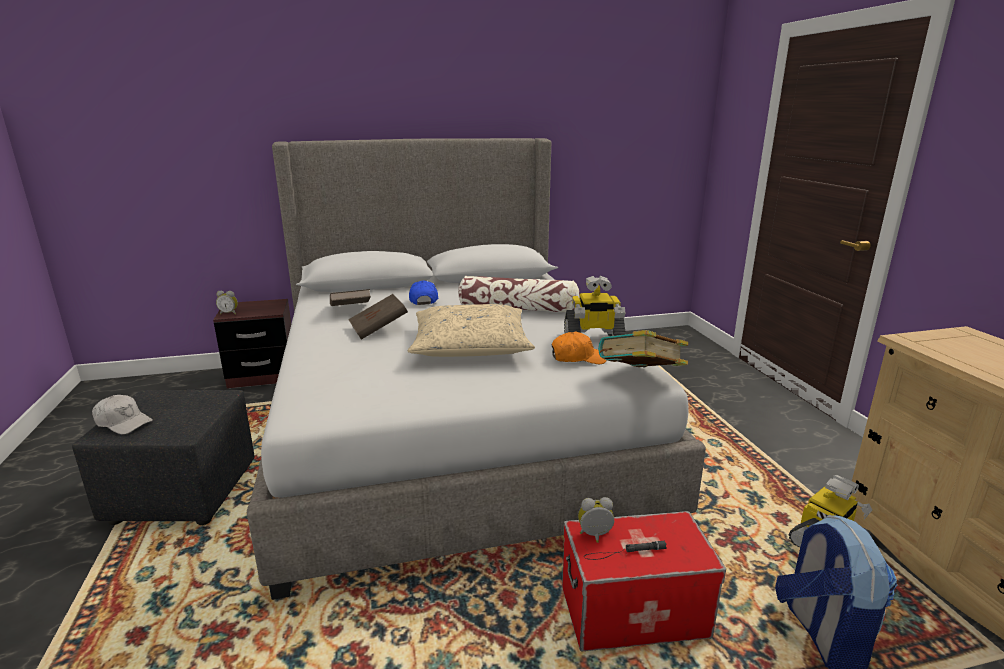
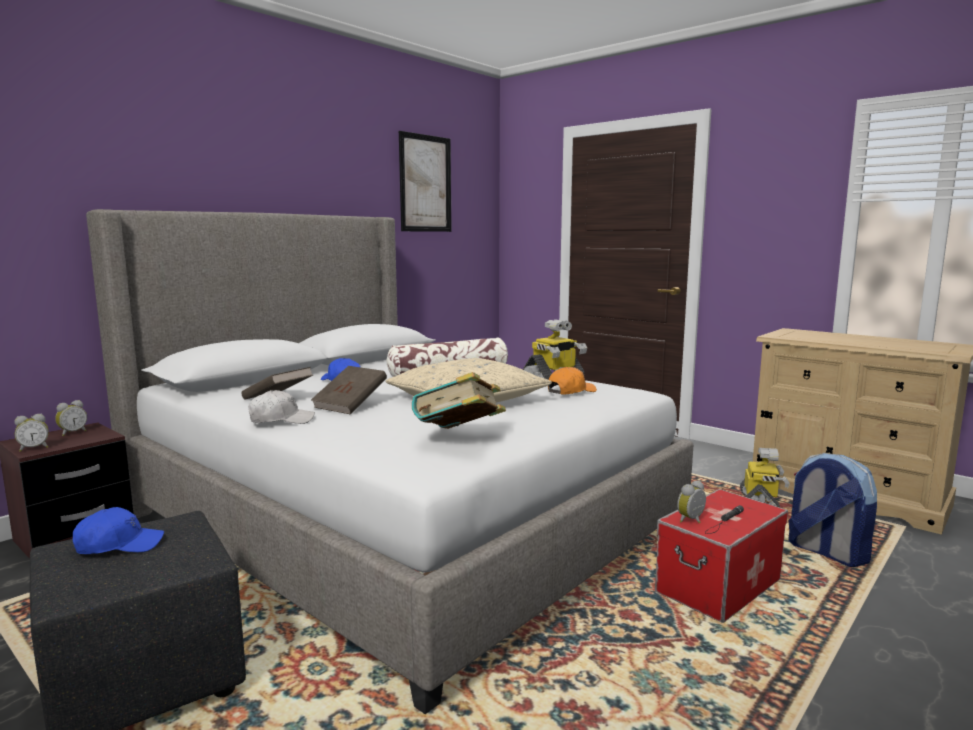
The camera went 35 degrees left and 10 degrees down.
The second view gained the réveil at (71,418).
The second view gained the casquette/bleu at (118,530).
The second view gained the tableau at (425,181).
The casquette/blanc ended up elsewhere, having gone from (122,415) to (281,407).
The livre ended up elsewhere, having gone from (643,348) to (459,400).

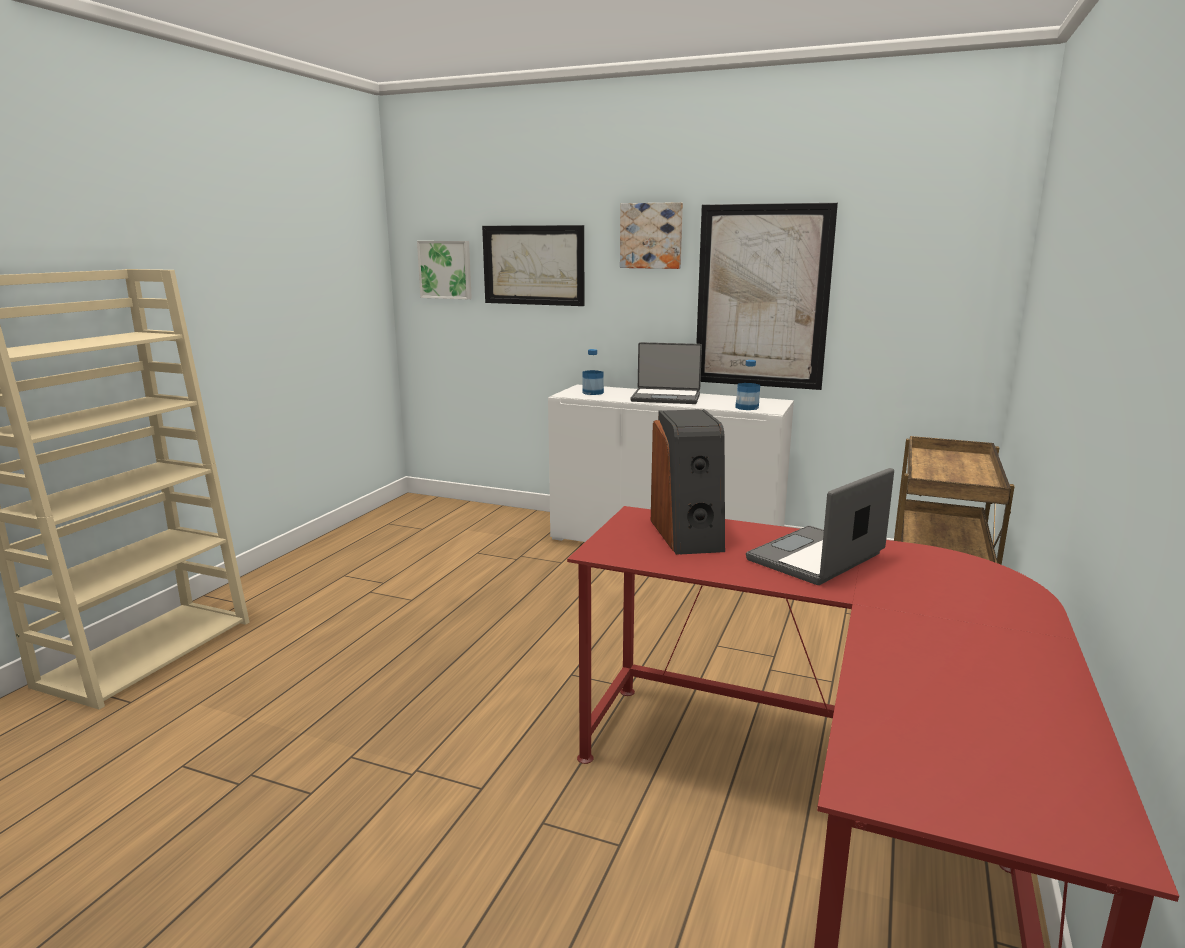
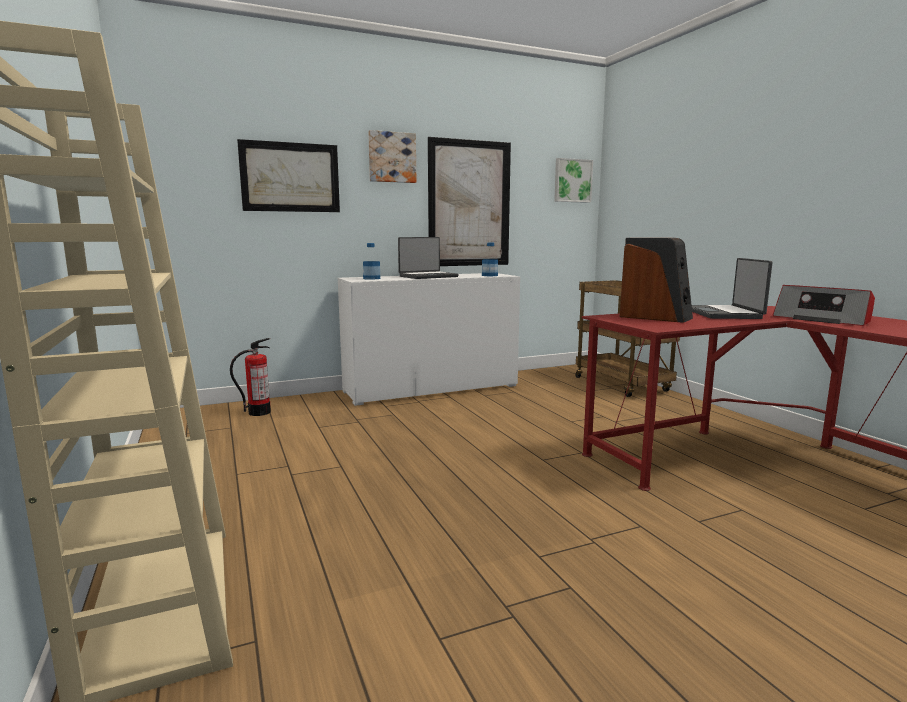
The camera went 45 degrees left and 5 degrees down.
The second view gained the extincteur at (250,377).
The second view gained the radio at (824,305).
The tableau ended up elsewhere, having gone from (444,270) to (573,180).

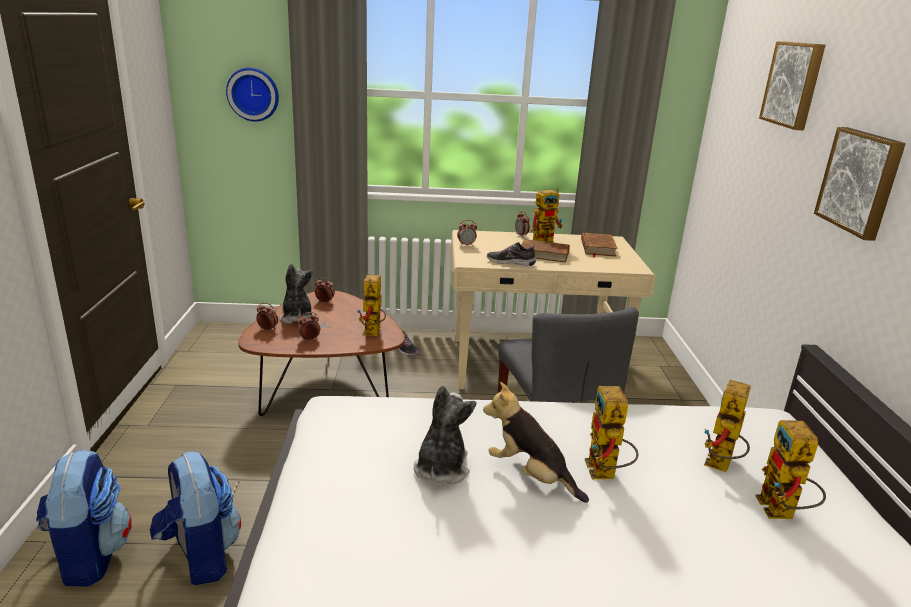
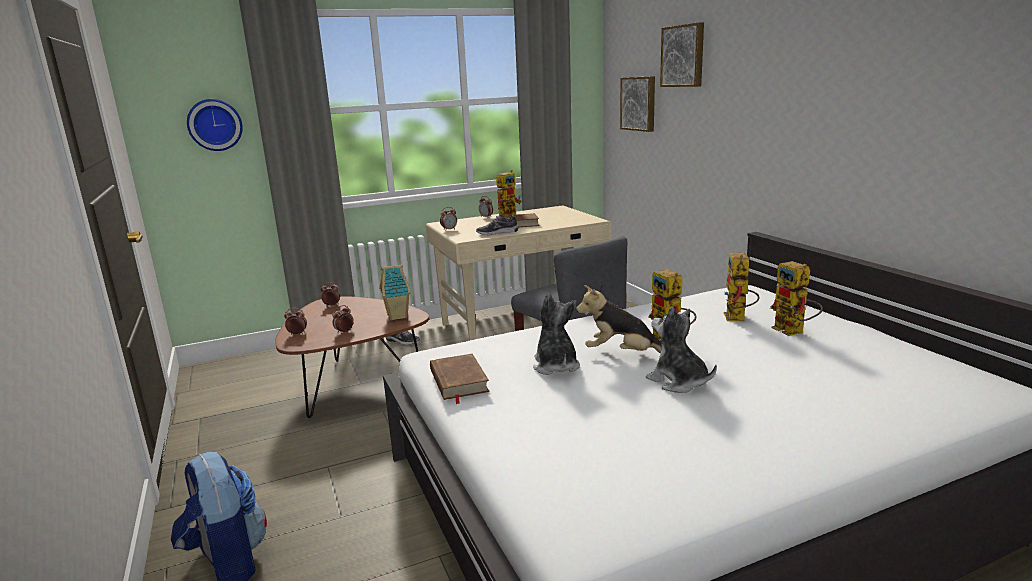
The camera went 20 degrees left and 5 degrees down.
The second view lost the sac à dos at (195,518).
The peluche ended up elsewhere, having gone from (297,294) to (681,349).
The livre/marron ended up elsewhere, having gone from (599,245) to (460,379).
The tableau ended up elsewhere, having gone from (860,184) to (637,104).
Where the robot jouet stood at (371,305), the maison miniature came to stand at (395,292).

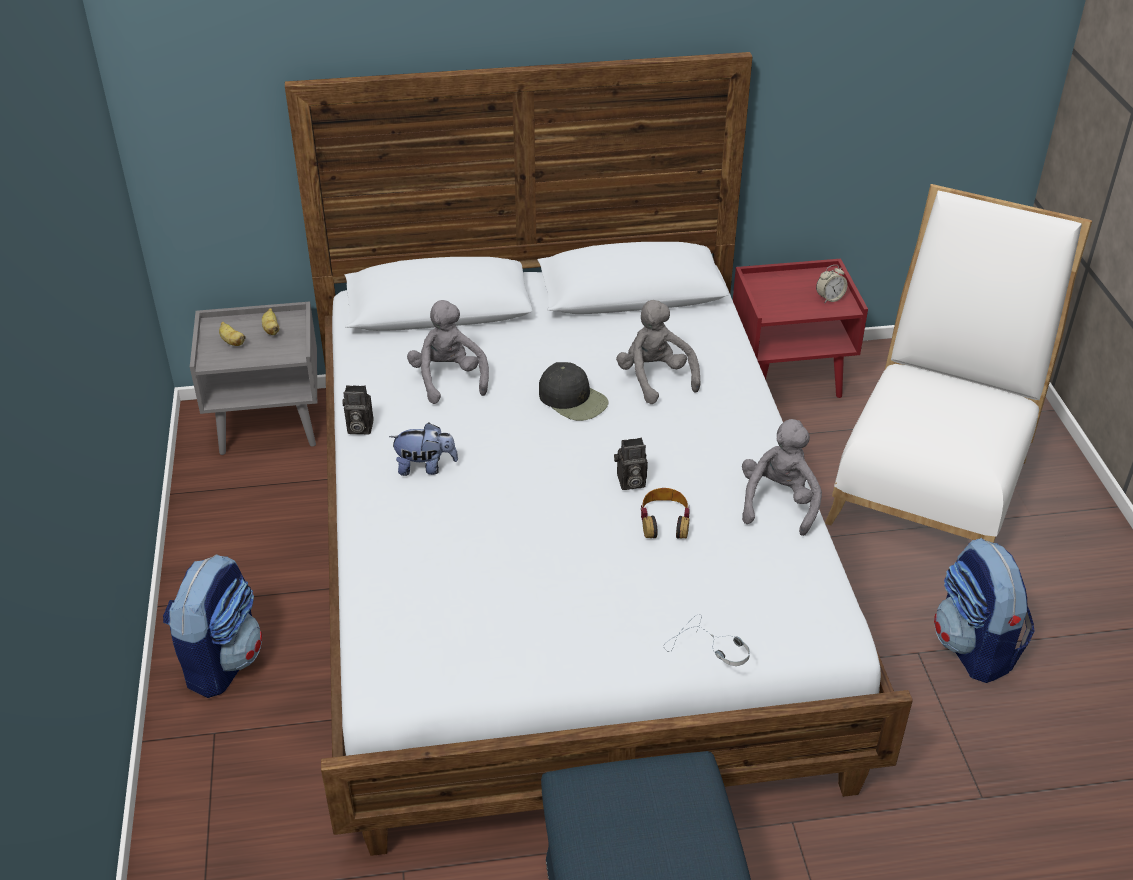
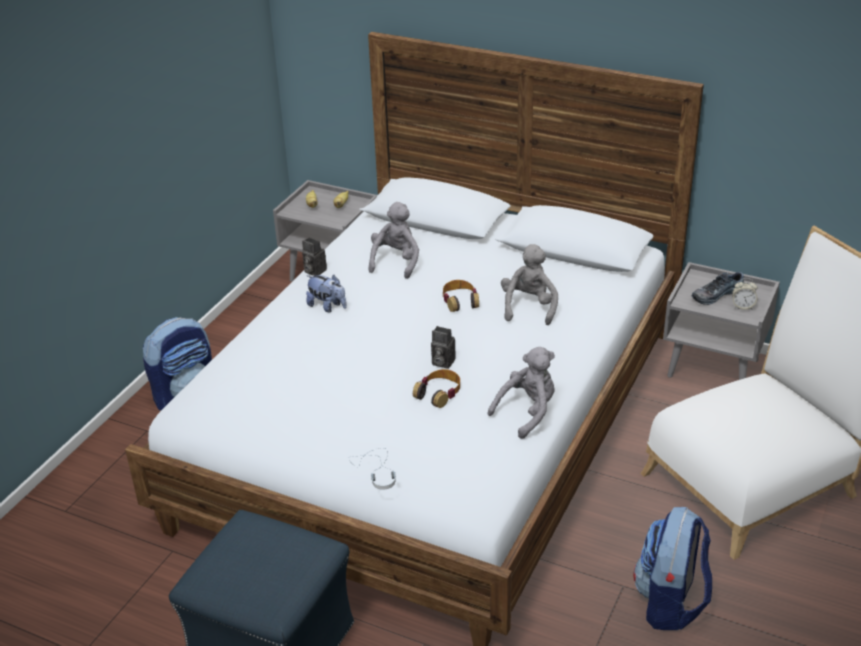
The camera went 35 degrees right and 5 degrees down.
The second view gained the chaussure at (718,288).
Where the casquette/noir stood at (574,391), the casque audio came to stand at (460,296).
What was the table de chevet/rouge at (800,328) turned into the table de chevet/gris at (721,321).

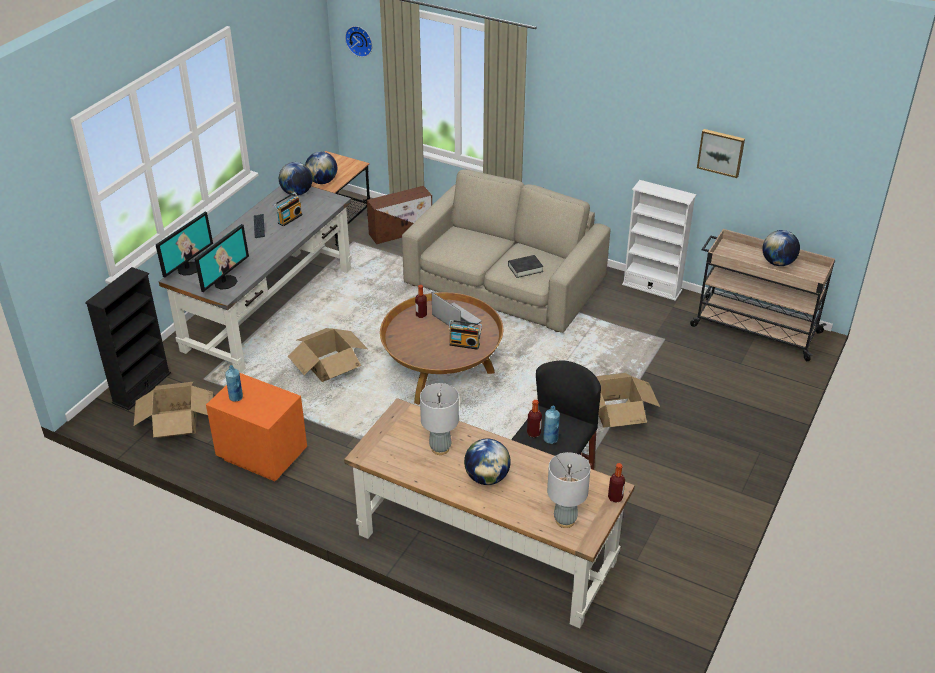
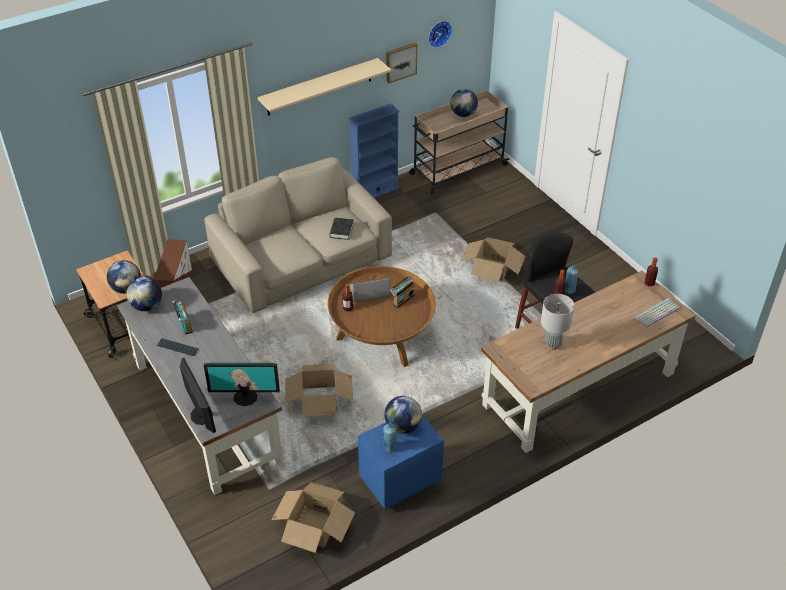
The camera went 60 degrees left and 5 degrees up.
The second view lost the bibliothèque/noir at (128,338).
The second view gained the étagère/beige at (324,87).
The horloge murale ended up elsewhere, having gone from (358,41) to (440,34).
The globe ended up elsewhere, having gone from (487,461) to (403,415).
Where the lampe de table/gris stood at (569,490), the clavier came to stand at (657,313).
What was the table de chevet/orange at (256,427) turned into the table de chevet/bleu at (401,462).
What was the bibliothèque/blanc at (659,240) turned into the bibliothèque/bleu at (373,150).
The écran d'ordinateur at (222,258) ended up facing another way, 120 degrees clockwise from before.

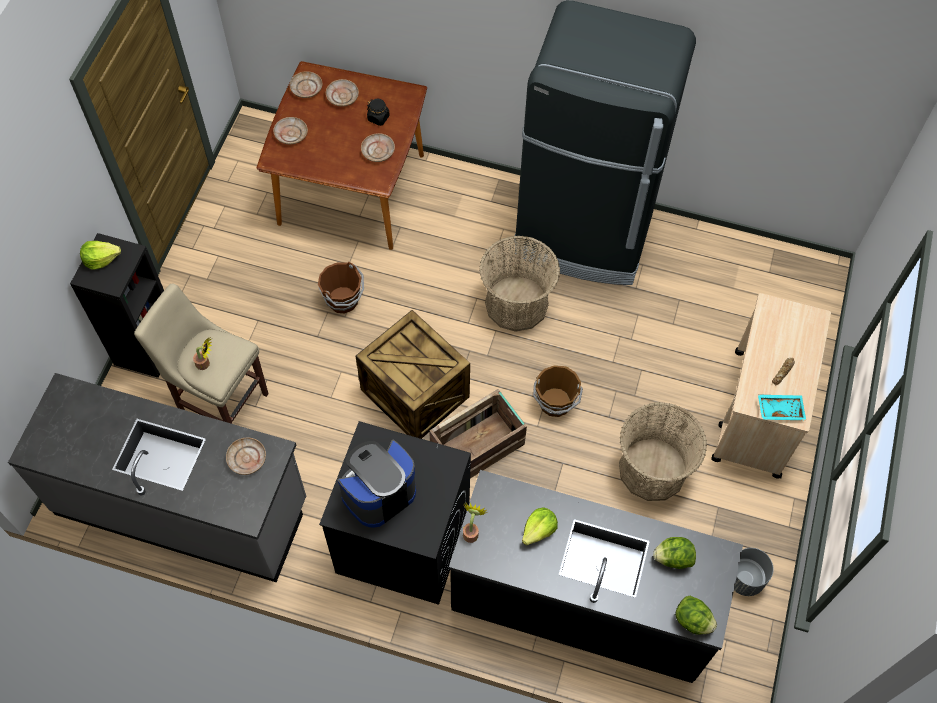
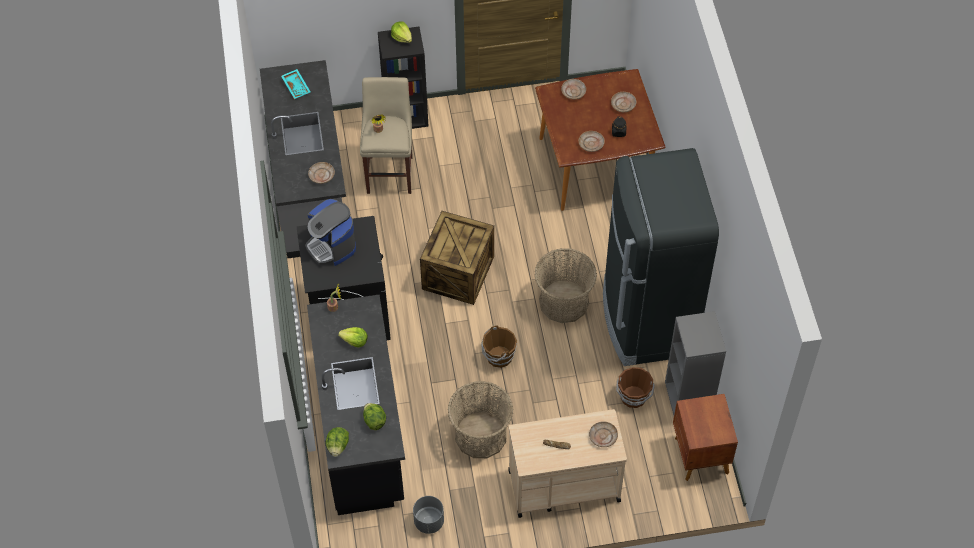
The camera went 65 degrees right and 5 degrees down.
The second view lost the caisse at (478,434).
The second view gained the bibliothèque/gris at (695,363).
The second view gained the table de chevet/marron at (705,437).
The assiette/beige ended up elsewhere, having gone from (306,84) to (603,434).
The seau/marron ended up elsewhere, having gone from (341,287) to (635,387).
The plateau/turquoise ended up elsewhere, having gone from (782,407) to (295,84).
The machine à café at (377,483) ended up facing another way, 150 degrees counterclockwise from before.

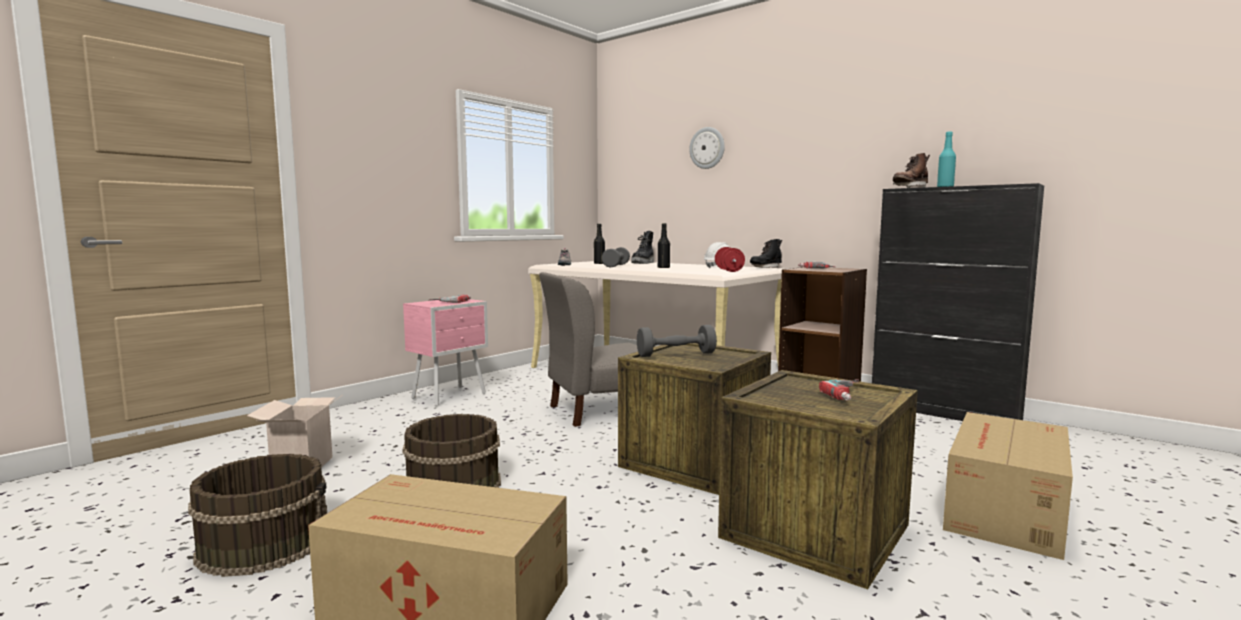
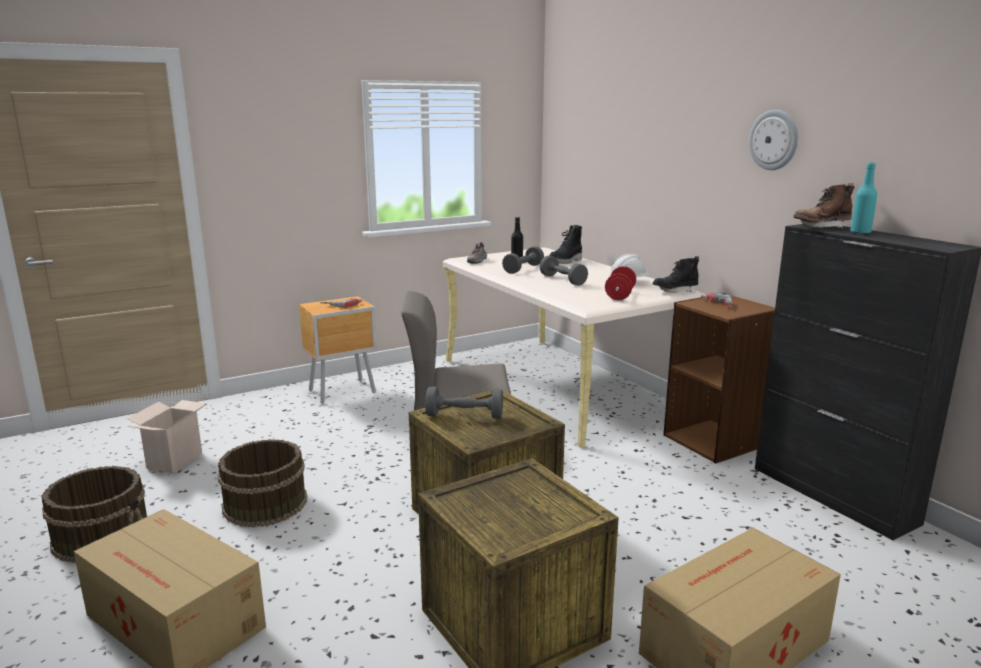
The camera went 20 degrees right and 10 degrees up.
The second view lost the perceuse at (839,389).
The horloge murale ended up elsewhere, having gone from (707,148) to (773,140).
Where the bouteille/noir stood at (664,245), the haltère/gris came to stand at (564,270).
What was the table de chevet/rose at (445,353) turned into the table de chevet/marron at (338,350).

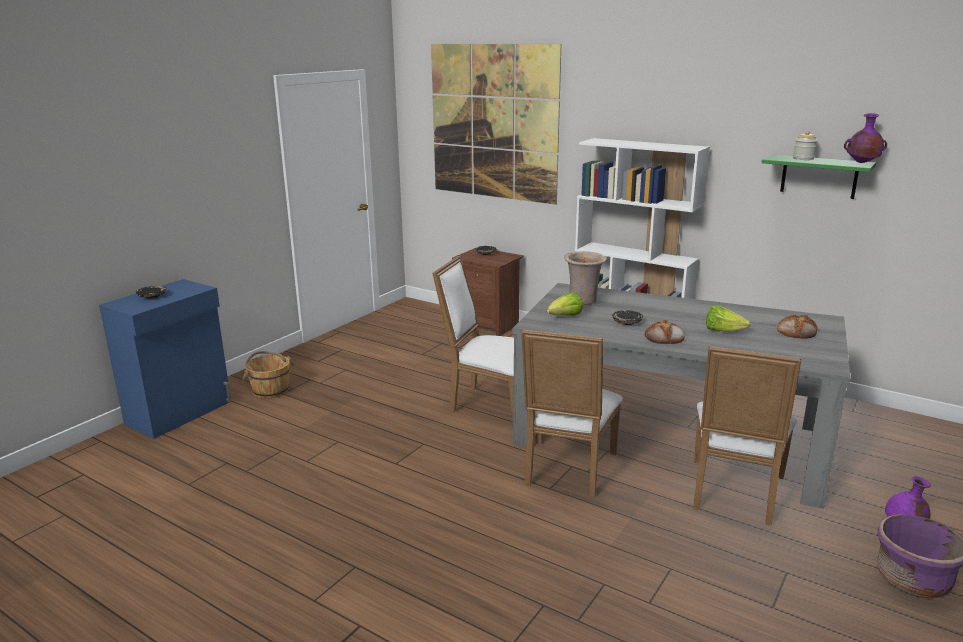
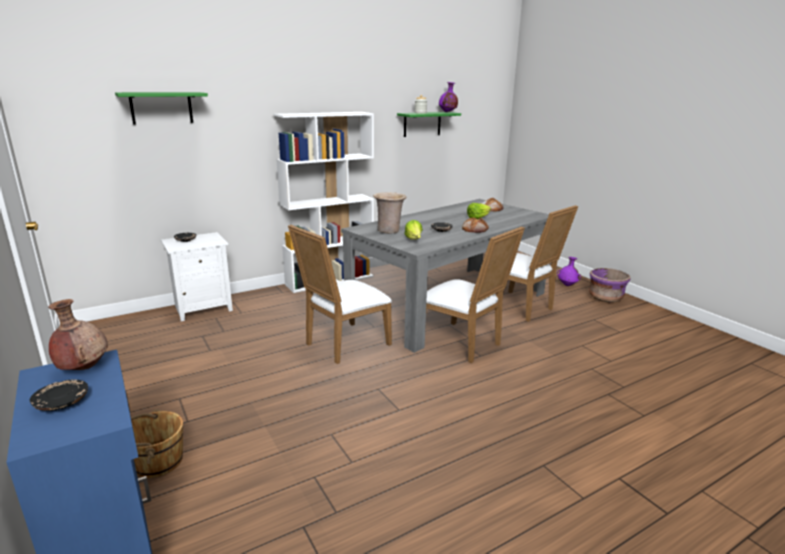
The camera went 65 degrees left and 0 degrees up.
The second view gained the vase/marron at (78,334).
Where the tableau hung at (496,124), the étagère/vert came to hang at (161,108).
What was the table de chevet/marron at (488,292) turned into the table de chevet/blanc at (197,276).

